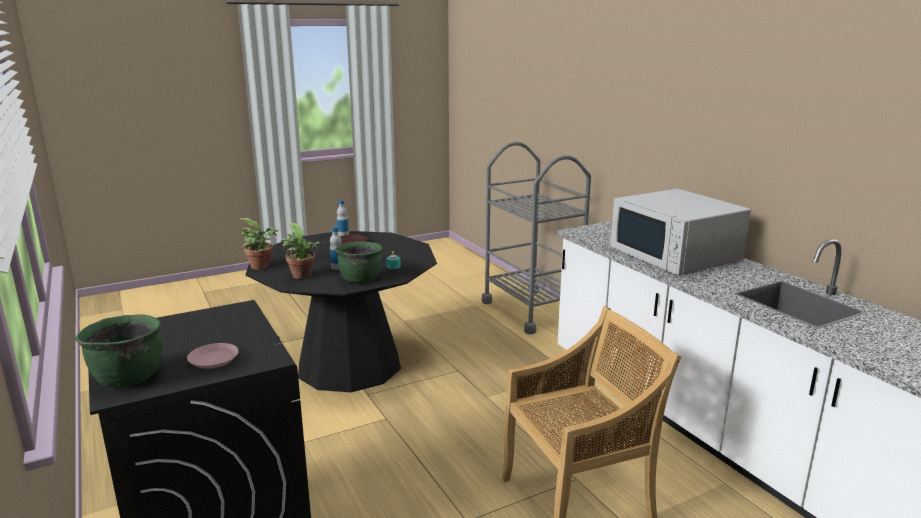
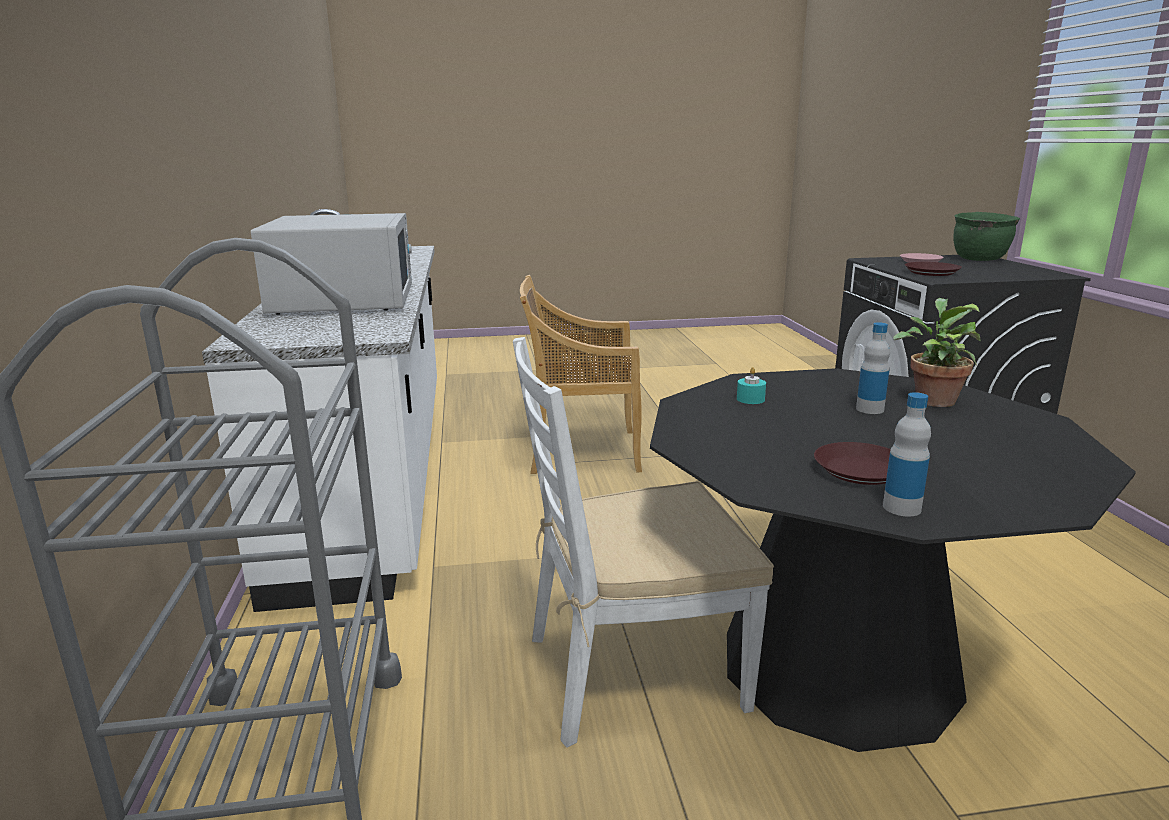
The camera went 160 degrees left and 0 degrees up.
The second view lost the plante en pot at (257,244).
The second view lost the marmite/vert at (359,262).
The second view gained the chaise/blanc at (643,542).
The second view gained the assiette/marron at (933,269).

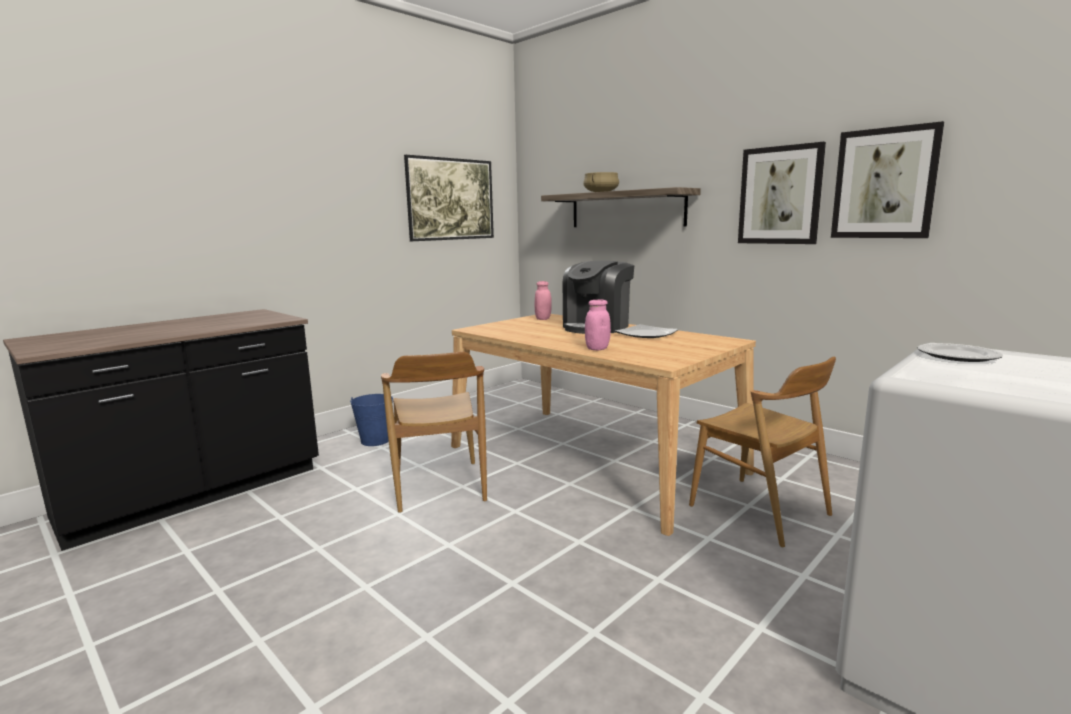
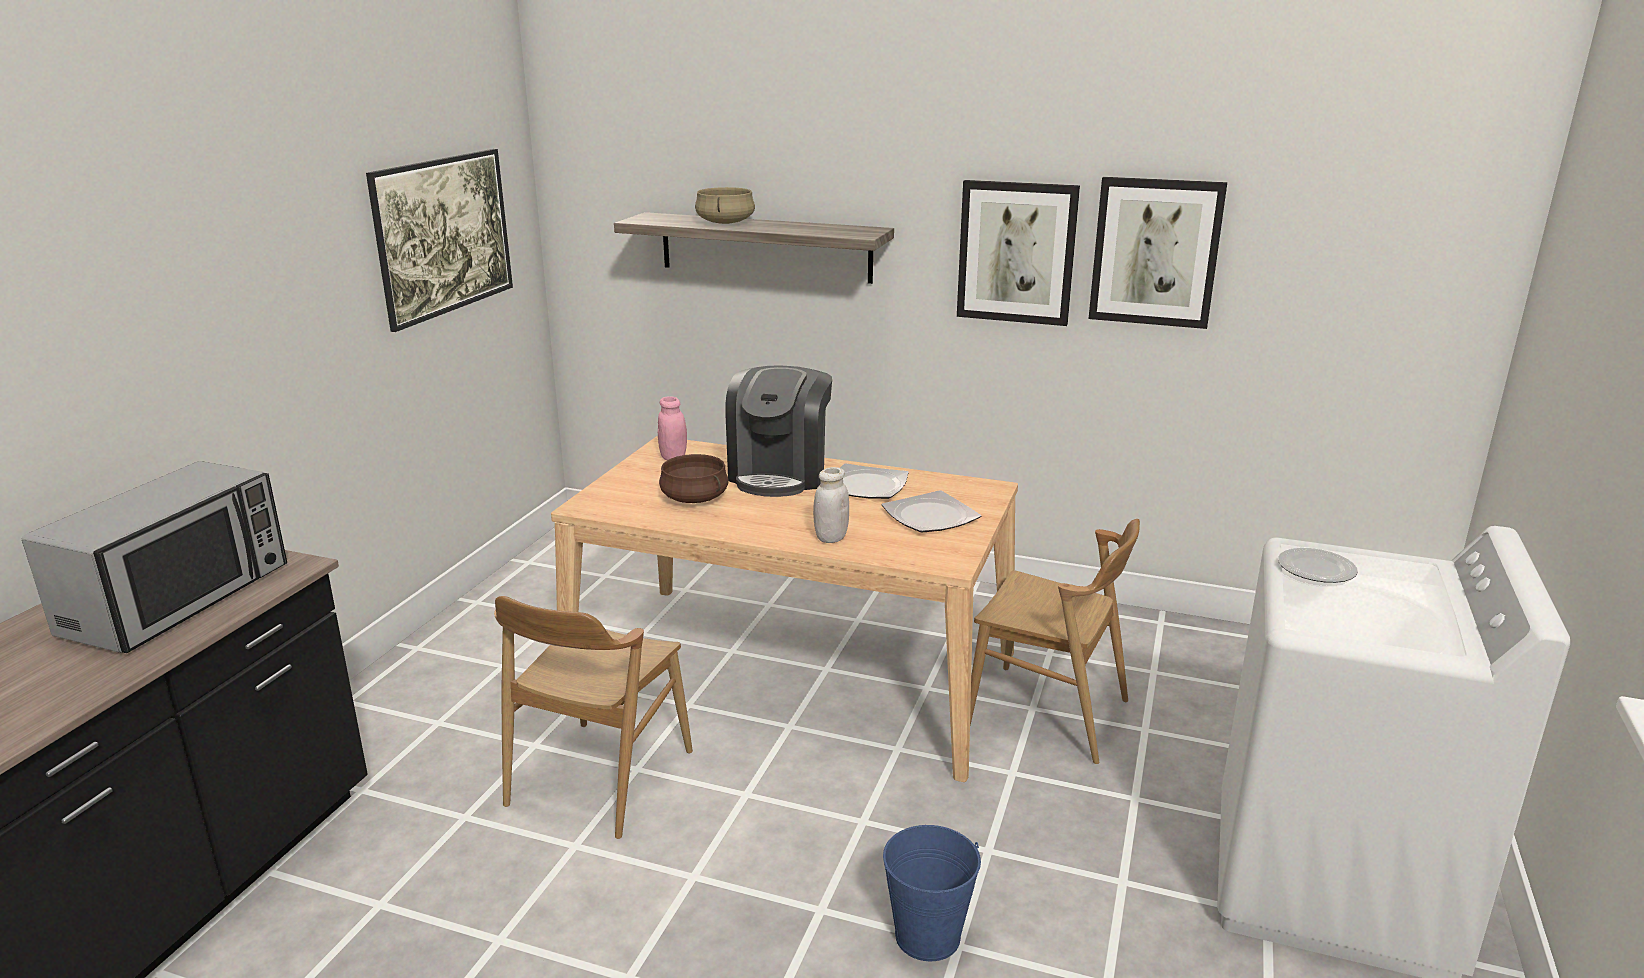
The camera went 25 degrees left and 10 degrees up.
The second view gained the micro-ondes at (154,557).
The second view gained the marmite/marron at (694,478).
The second view gained the assiette at (931,511).
The seau/bleu ended up elsewhere, having gone from (371,420) to (932,893).
What was the bocal/rose at (598,324) turned into the bocal/blanc at (831,505).
The chaise/marron at (434,432) ended up facing another way, 60 degrees clockwise from before.

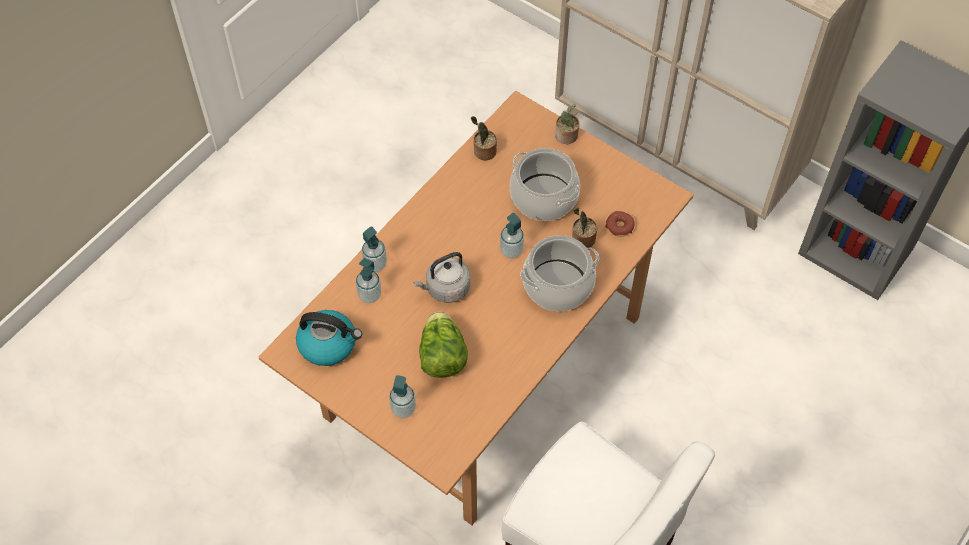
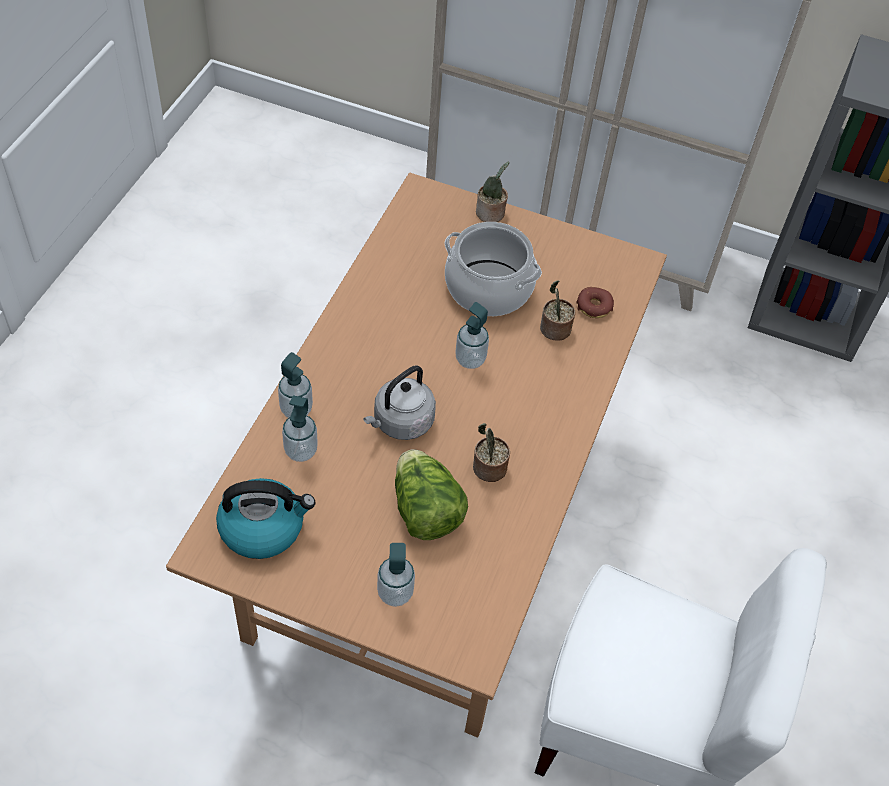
The camera went 20 degrees left and 5 degrees down.
The second view lost the marmite at (559,273).
The plante en pot ended up elsewhere, having gone from (484,138) to (491,452).

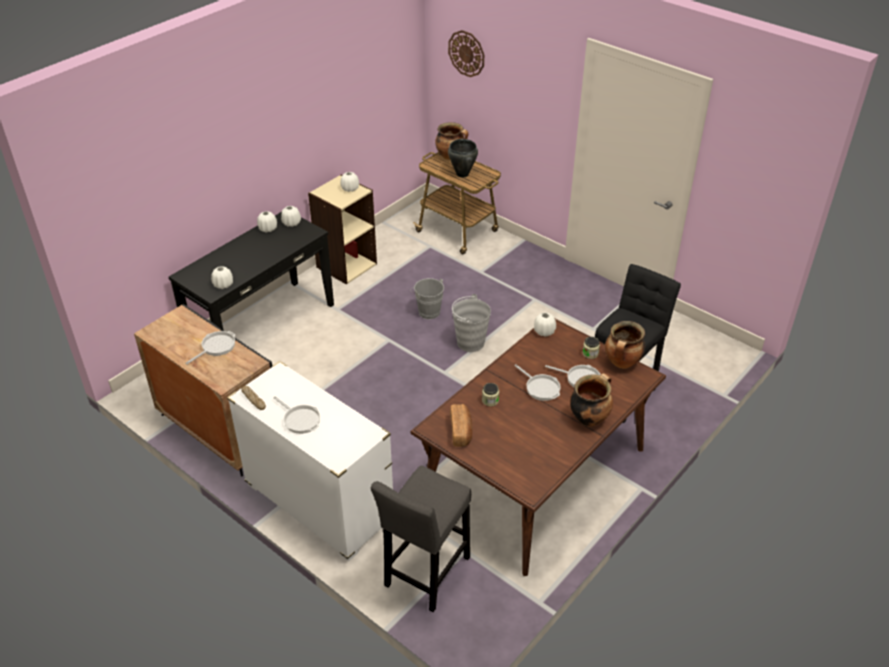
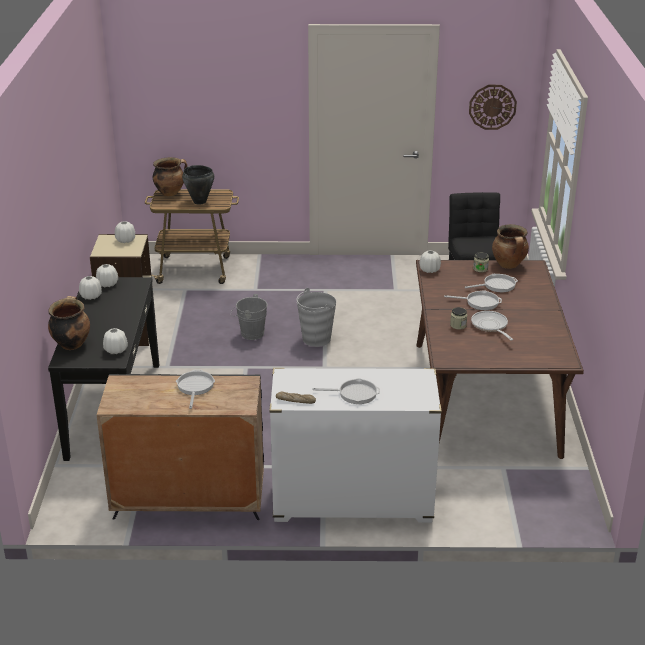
The camera went 40 degrees left and 10 degrees down.
The second view lost the tabouret/gris at (421,539).
The second view lost the pain at (461,425).
The second view gained the poêle at (492,326).
The horloge murale ended up elsewhere, having gone from (466,53) to (493,107).
The marmite ended up elsewhere, having gone from (591,399) to (69,323).

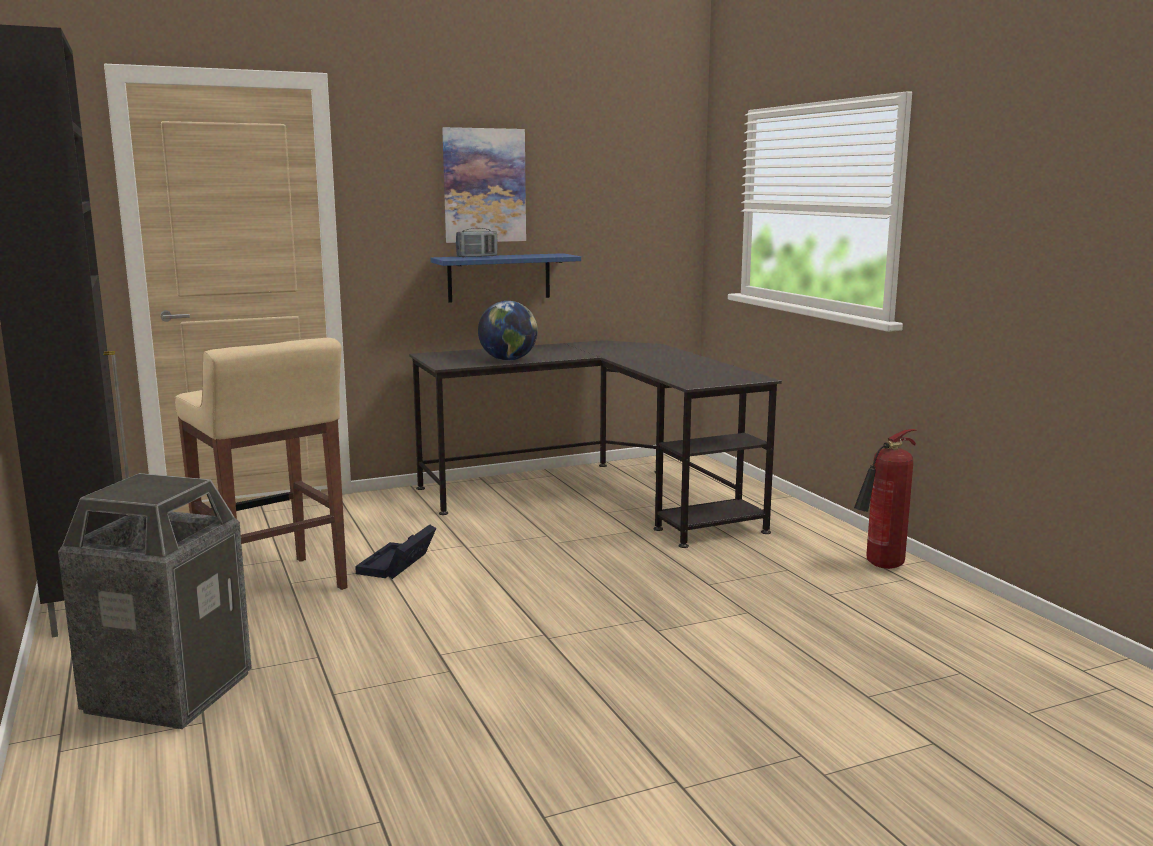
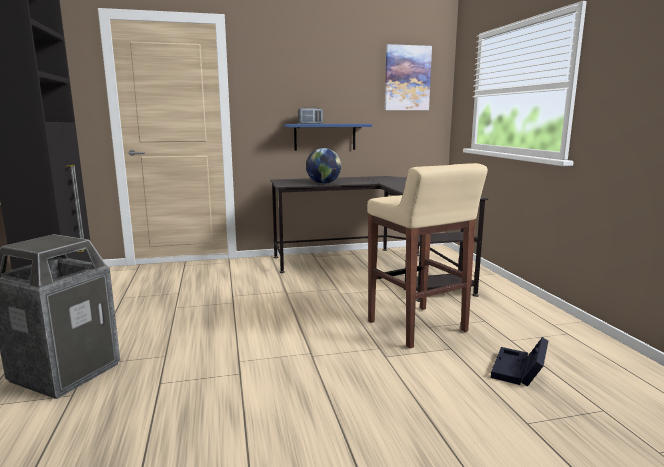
The camera went 10 degrees right and 0 degrees up.
The second view lost the extincteur at (885,499).
The tabouret/beige ended up elsewhere, having gone from (261,464) to (427,255).
The boîte de rangement/noir ended up elsewhere, having gone from (395,551) to (519,362).
The tableau ended up elsewhere, having gone from (484,185) to (408,77).

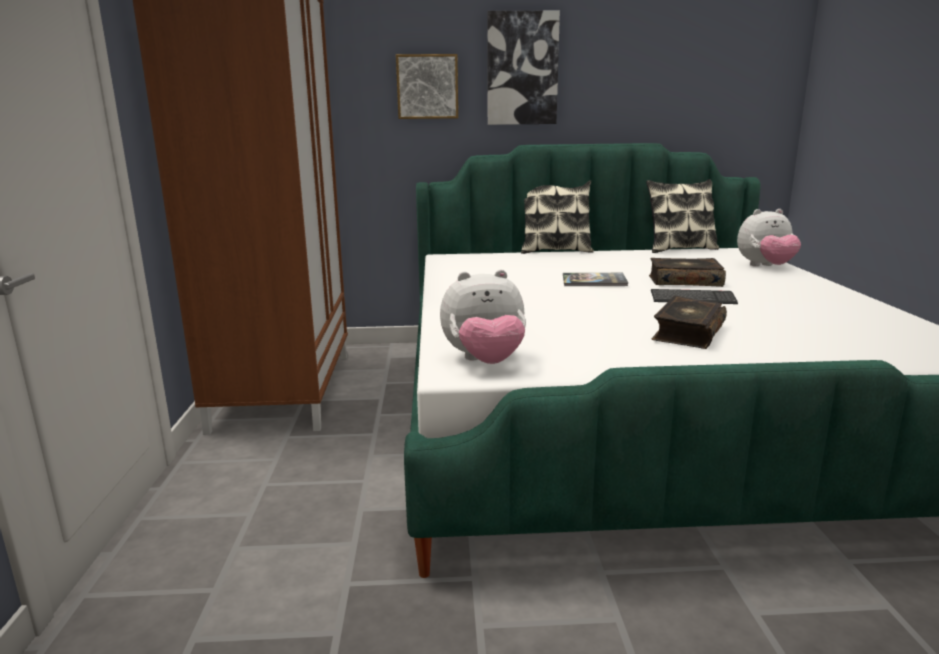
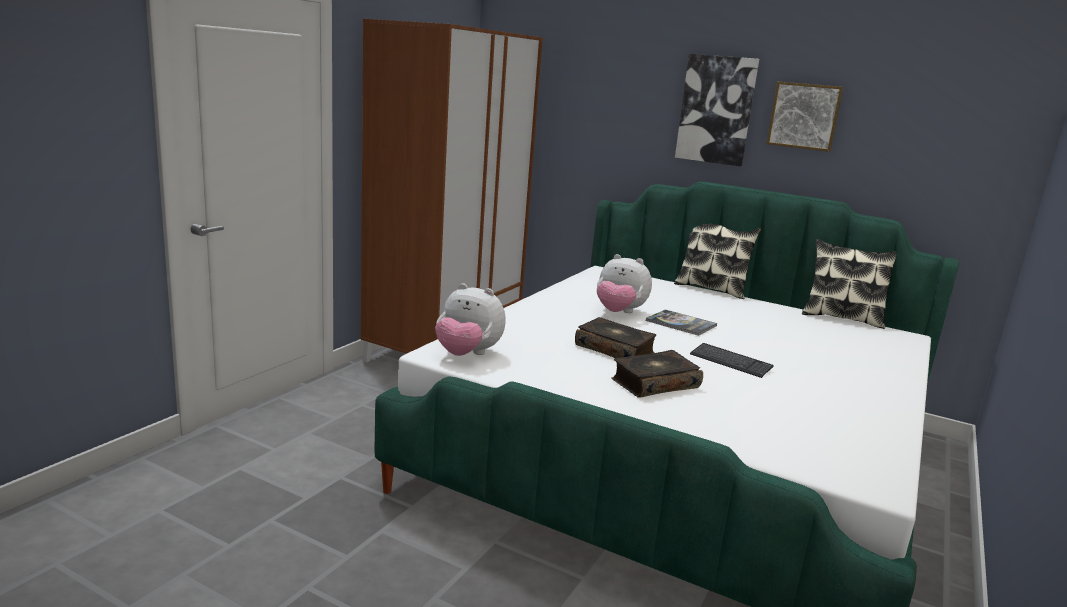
The camera went 30 degrees right and 0 degrees up.
The tableau ended up elsewhere, having gone from (427,86) to (805,116).
The livre ended up elsewhere, having gone from (687,272) to (615,337).
The peluche ended up elsewhere, having gone from (769,237) to (624,283).

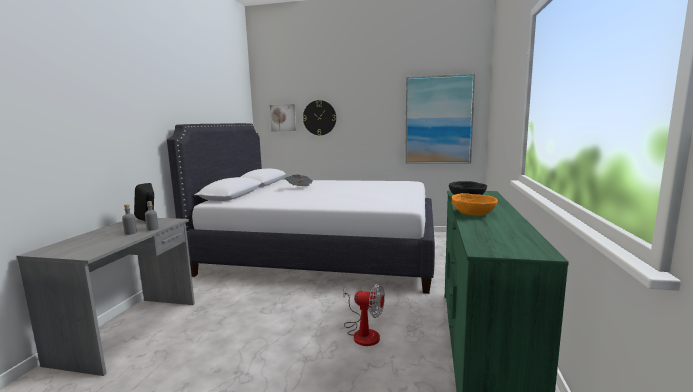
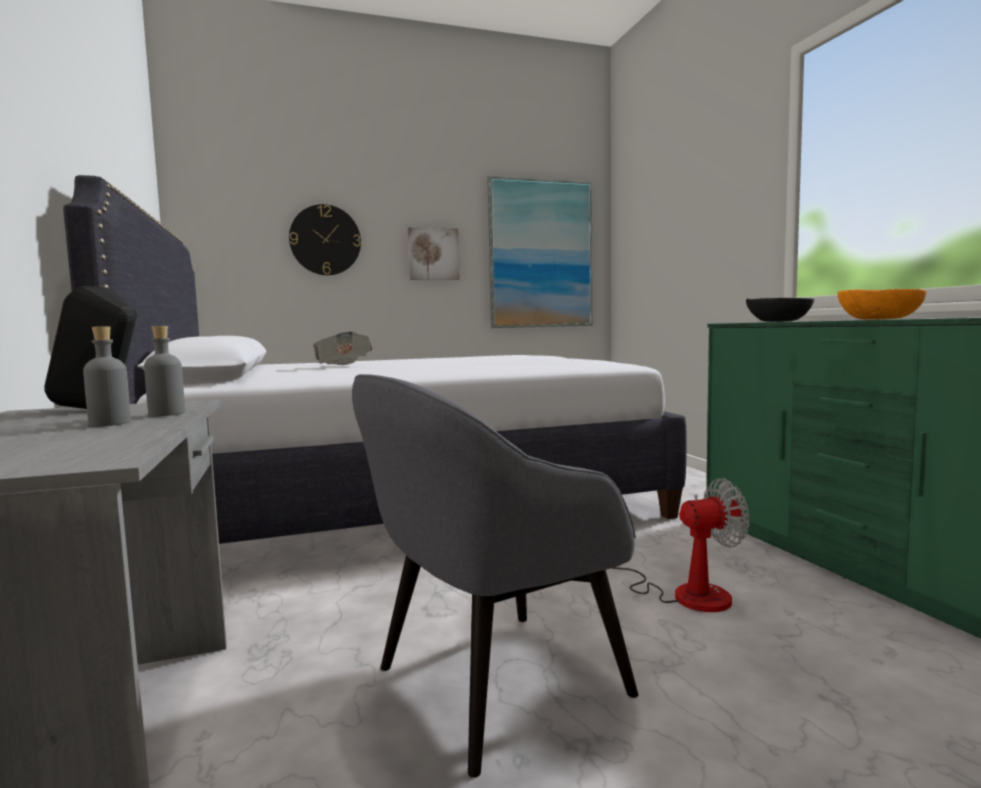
The camera went 30 degrees left and 5 degrees down.
The second view gained the fauteuil/gris at (495,576).
The tableau ended up elsewhere, having gone from (283,117) to (434,253).

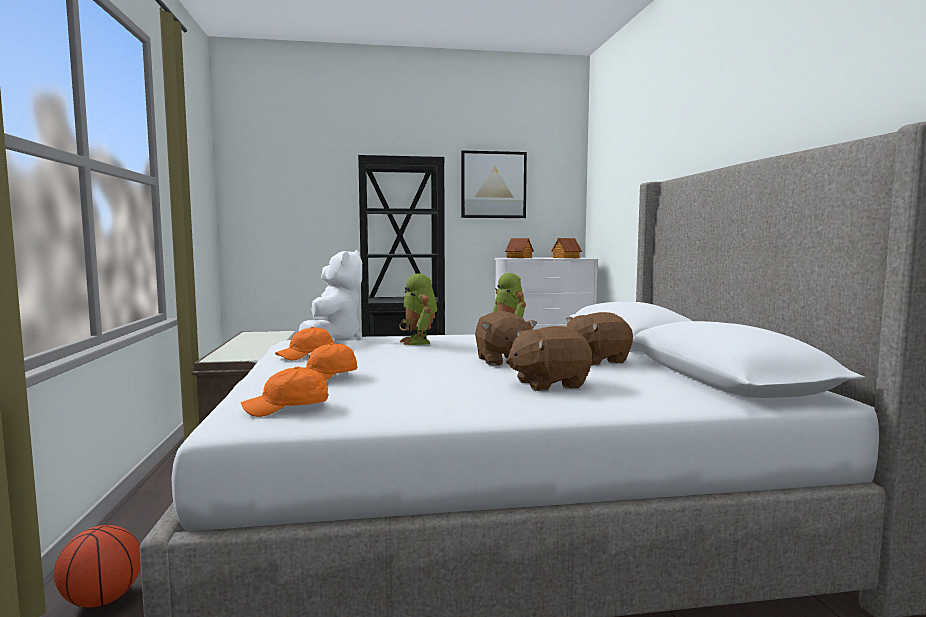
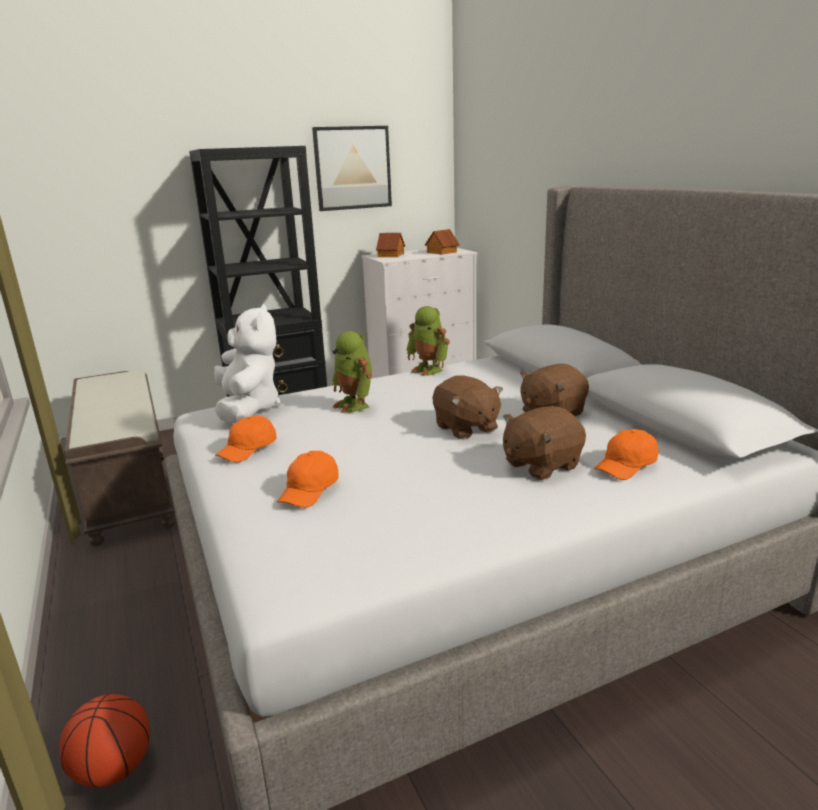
The camera went 15 degrees left and 15 degrees up.
The casquette/orange ended up elsewhere, having gone from (285,391) to (626,454).

